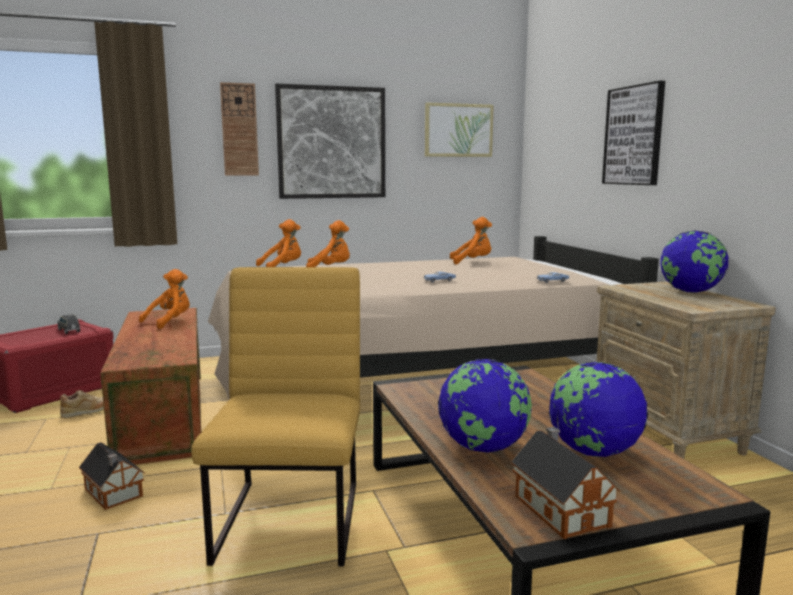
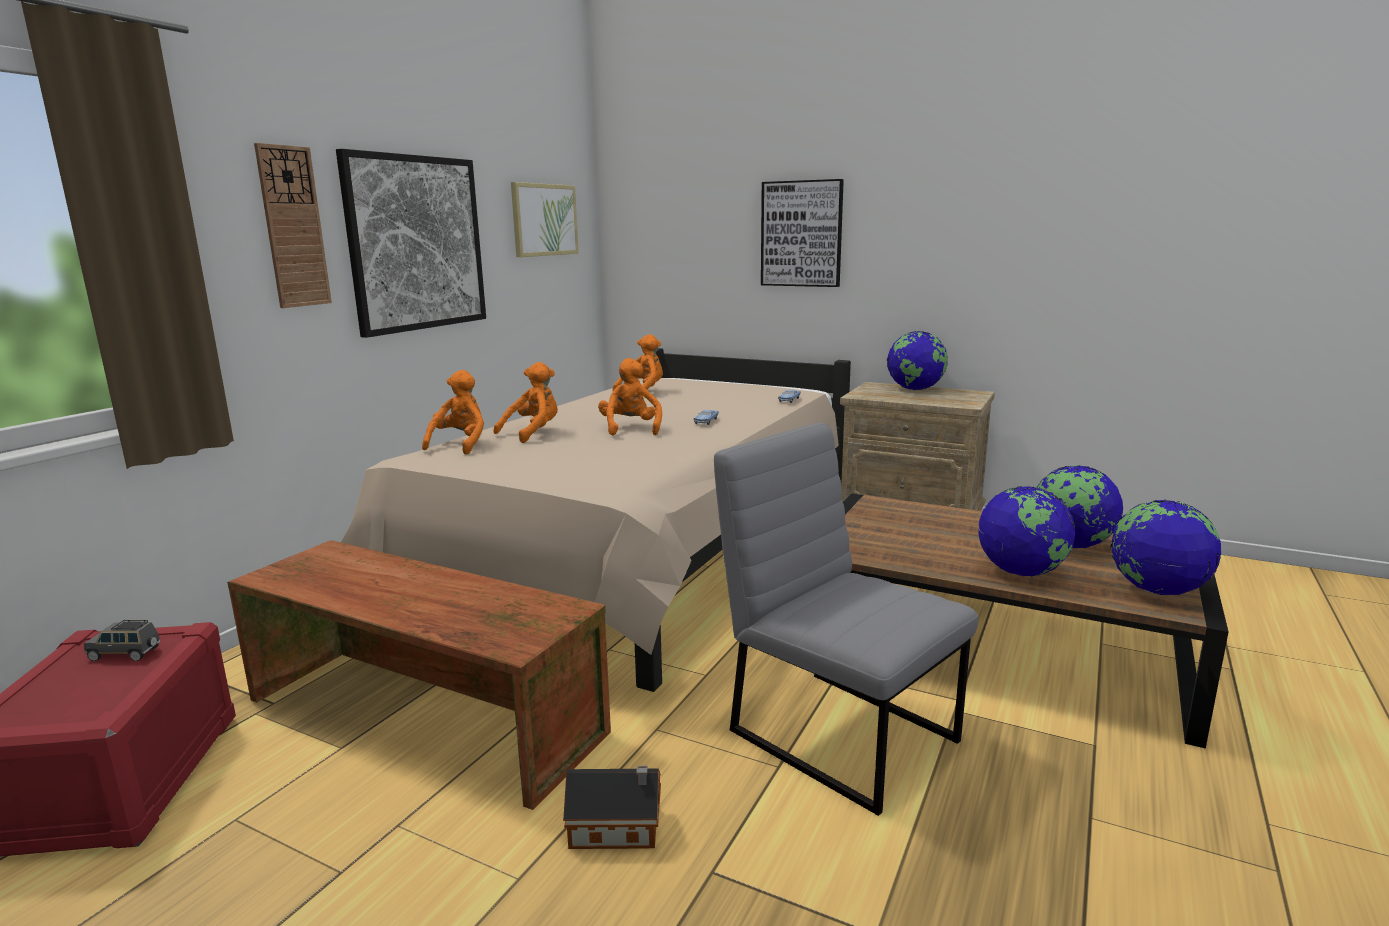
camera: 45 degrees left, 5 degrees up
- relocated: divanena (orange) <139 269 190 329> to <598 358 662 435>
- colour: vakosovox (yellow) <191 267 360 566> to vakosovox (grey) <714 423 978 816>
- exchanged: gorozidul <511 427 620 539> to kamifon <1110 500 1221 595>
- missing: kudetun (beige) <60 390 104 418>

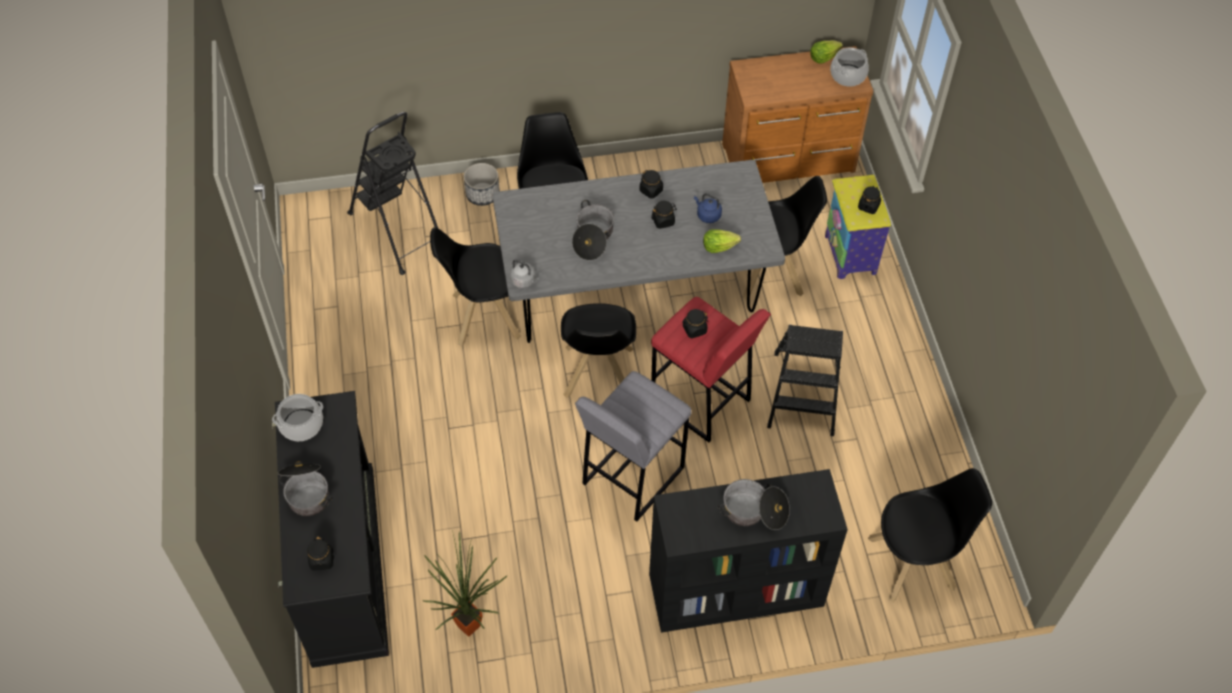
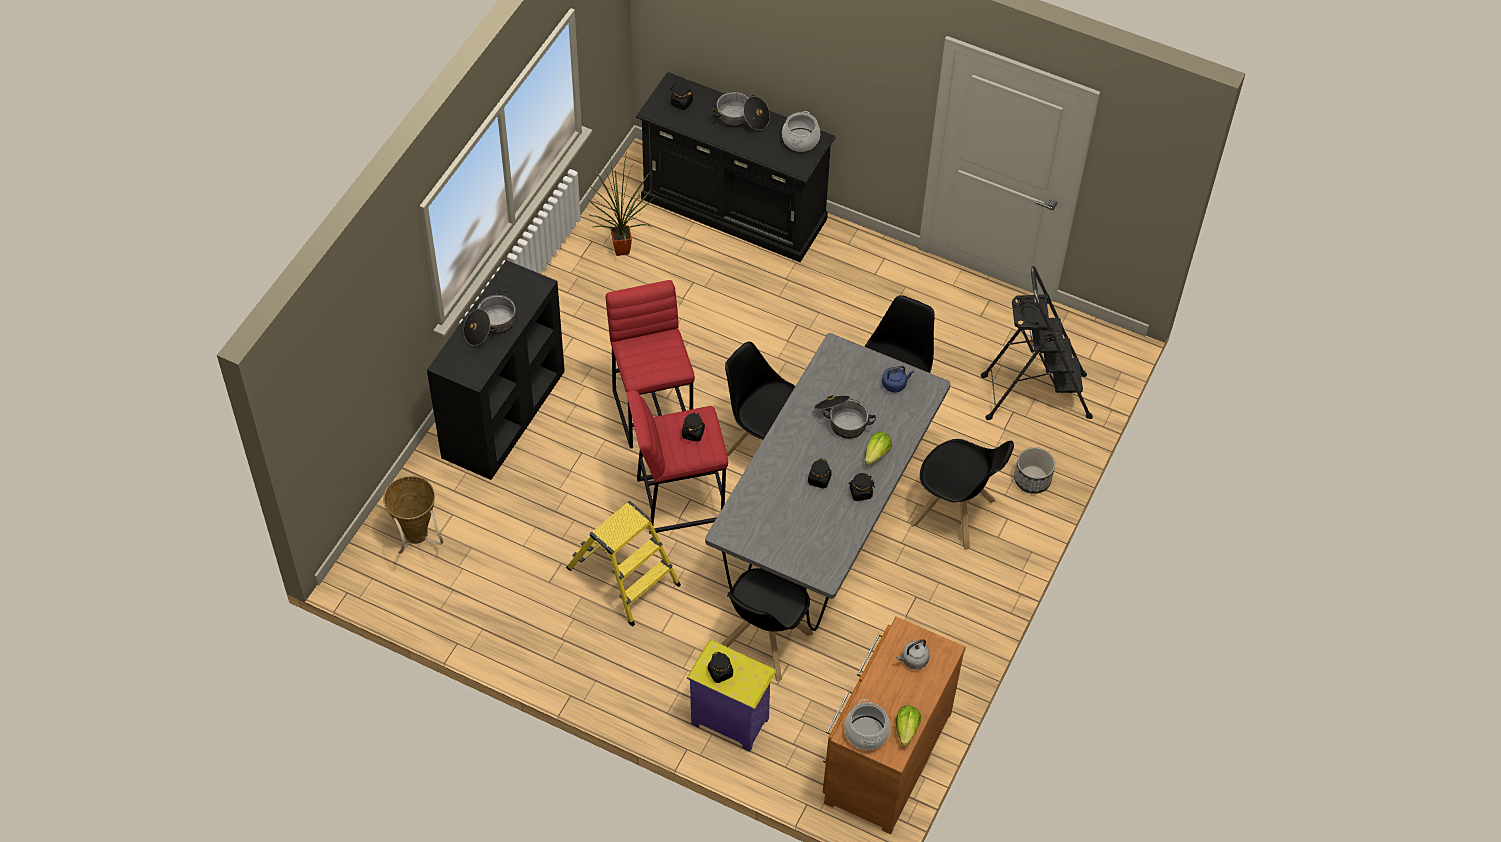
camera: 125 degrees right, 0 degrees up
- exchanged: vakosovox (black) <868 468 992 602> to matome <383 476 443 554>
- colour: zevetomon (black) <767 324 843 436> to zevetomon (yellow) <566 500 681 626>
- colour: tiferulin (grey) <575 371 692 522> to tiferulin (red) <606 280 695 449>
- relocated: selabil <703 229 741 253> to <865 432 892 465>
- relocated: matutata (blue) <694 193 722 223> to <882 366 914 392>
- relocated: matutata (grey) <510 260 539 288> to <896 639 930 669>

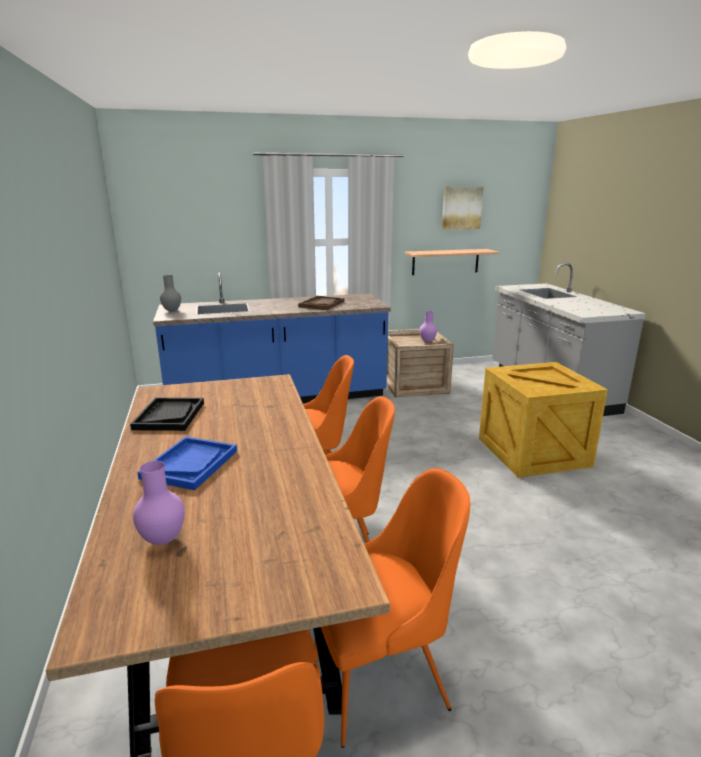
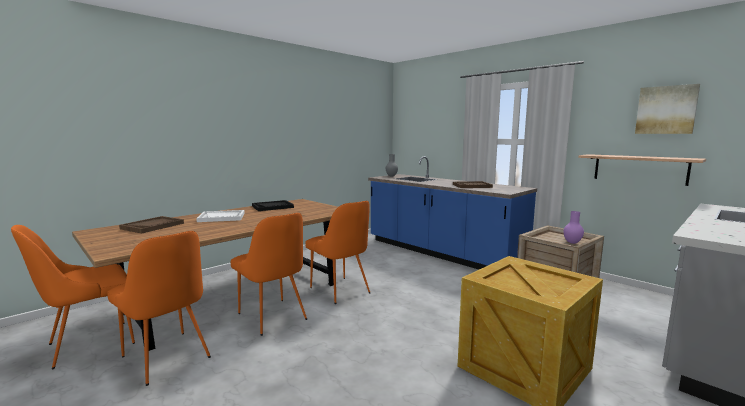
camera: 60 degrees right, 10 degrees down
- exchanged: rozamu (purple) <133 461 185 545> to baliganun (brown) <119 216 184 233>
- colour: baliganun (blue) <137 437 237 490> to baliganun (white) <196 210 245 222>

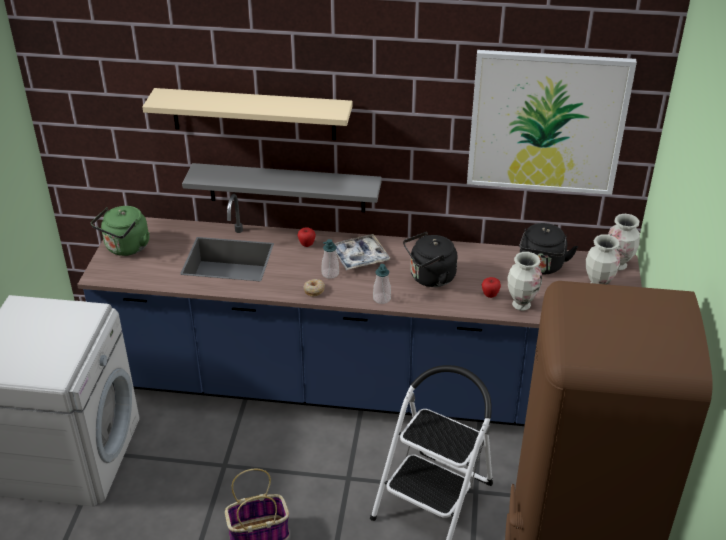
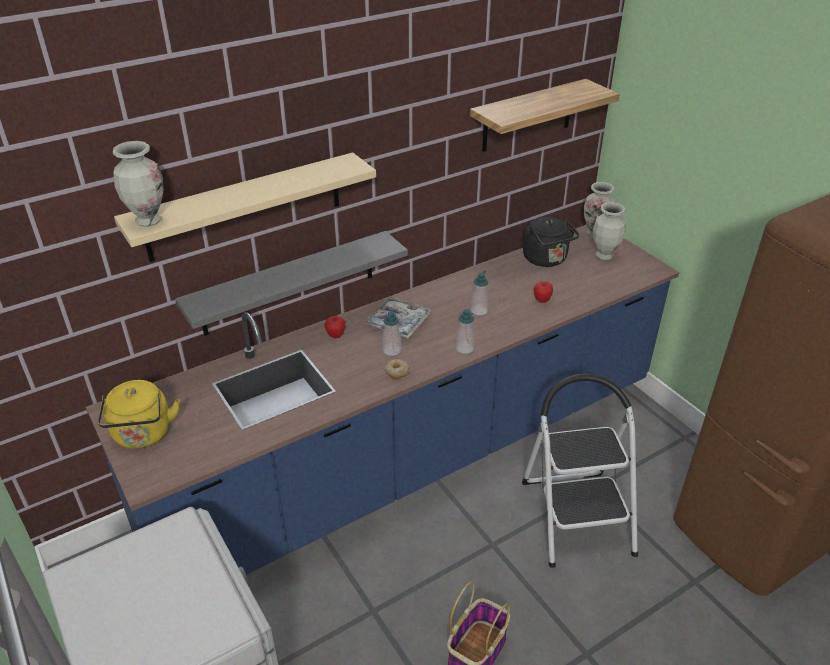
camera: 40 degrees left, 0 degrees up
- colour: matutata (green) <91 206 149 256> to matutata (yellow) <97 380 180 449>
- relocated: rozamu <507 252 542 311> to <113 141 163 227>
- exchanged: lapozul <467 50 637 195> to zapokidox <469 79 620 152>
- exchanged: matutata (black) <403 232 458 287> to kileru <470 270 489 316>

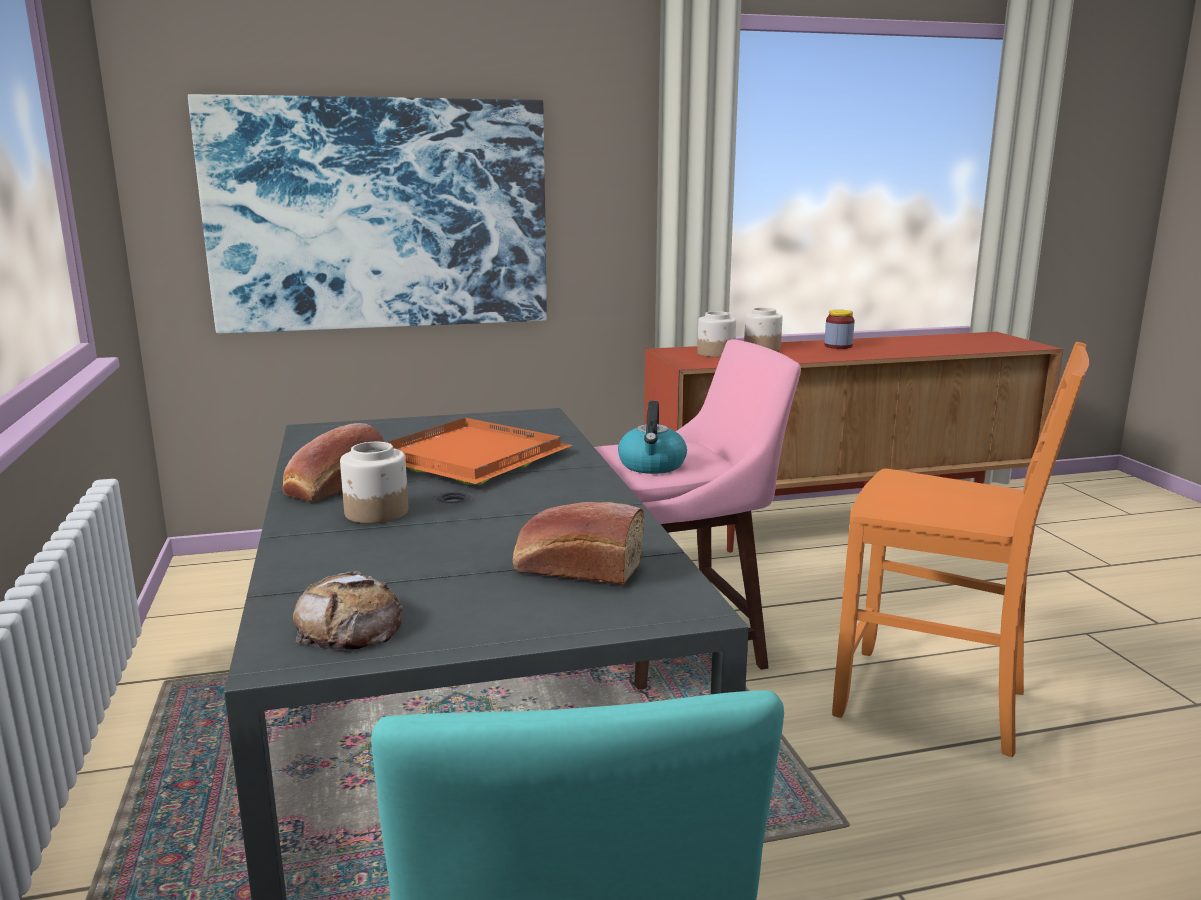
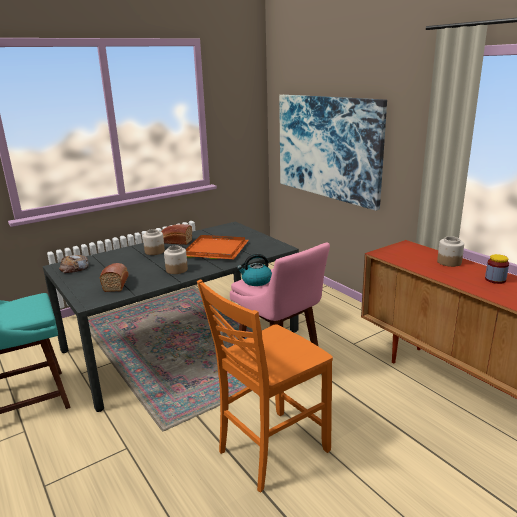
camera: 70 degrees right, 5 degrees up
- relocated: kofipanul <697 311 736 357> to <164 246 188 274>
- spun: vakosovox (orange) <832 342 1089 757> = <197 280 333 492> 45 degrees clockwise

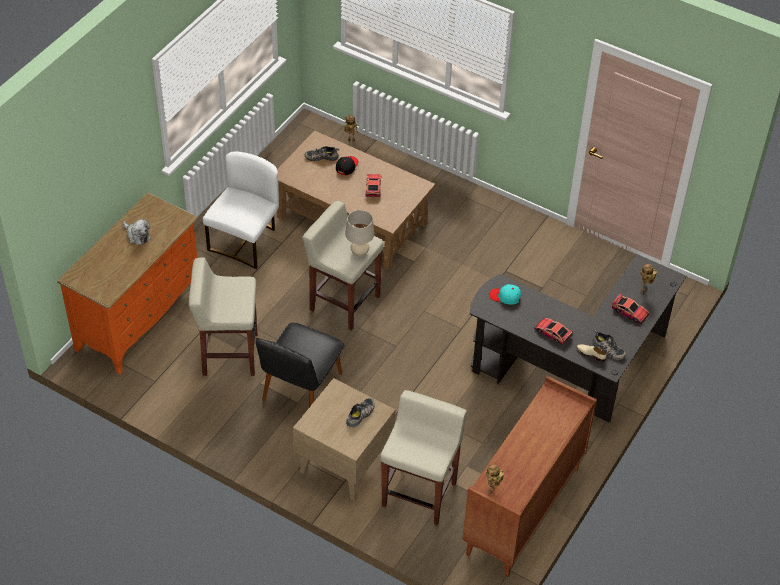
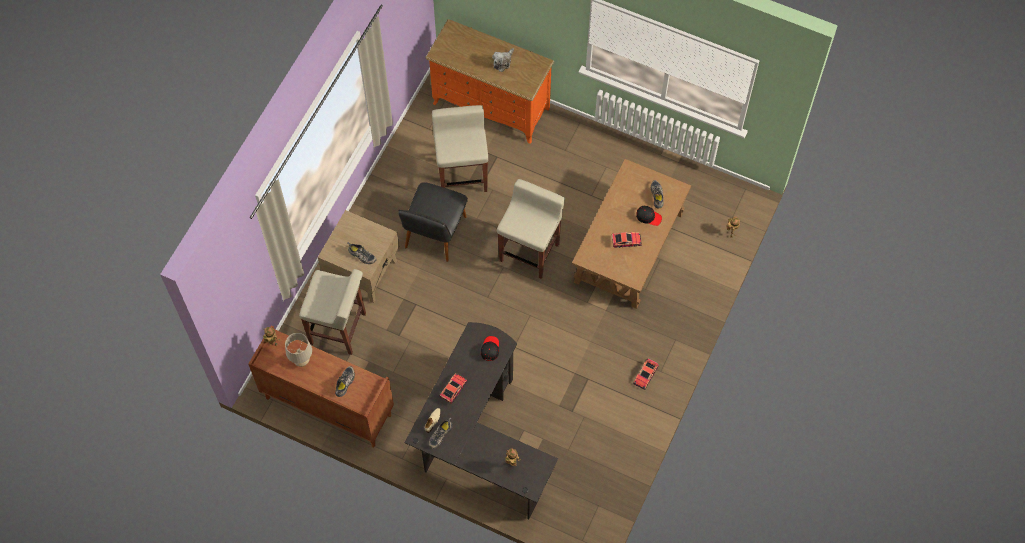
camera: 85 degrees right, 15 degrees up
- relocated: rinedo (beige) <345 210 375 256> to <285 333 312 367>
- appeared: kudetun <335 366 355 397>
- spun: vakosovox (black) <256 323 344 407> = <398 182 468 262> 90 degrees counterclockwise
- colour: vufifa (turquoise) <490 284 521 305> to vufifa (black) <481 336 499 361>
- relocated: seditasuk <612 294 649 324> to <633 358 659 390>
- missing: vakosovox (white) <203 151 279 269>

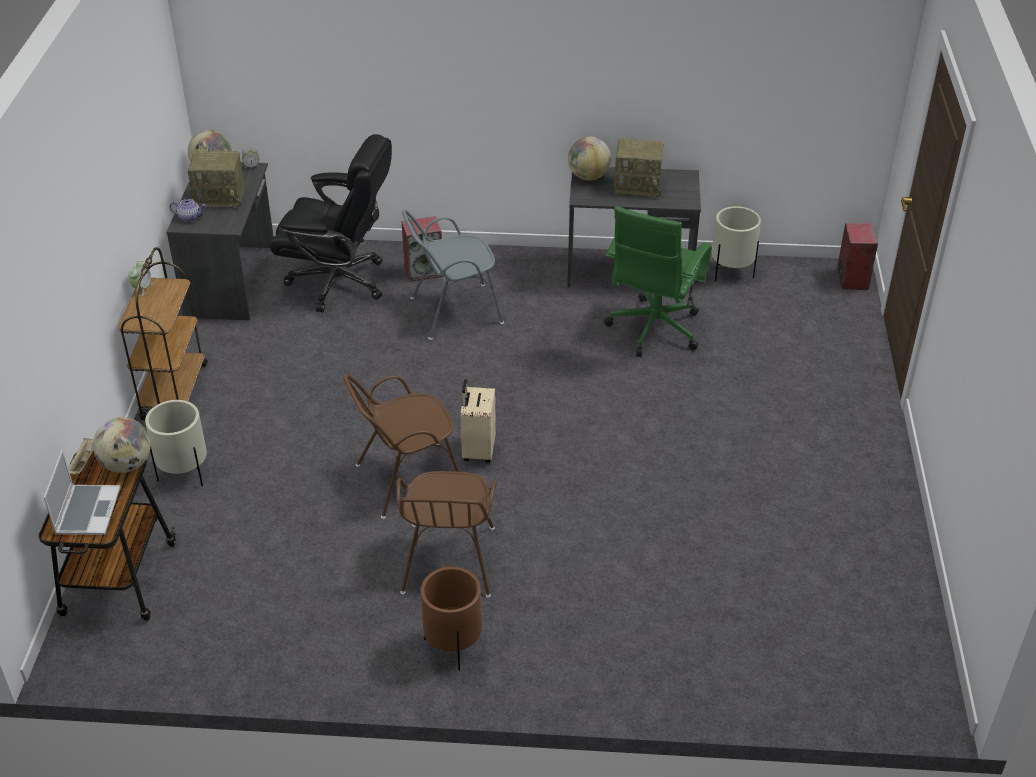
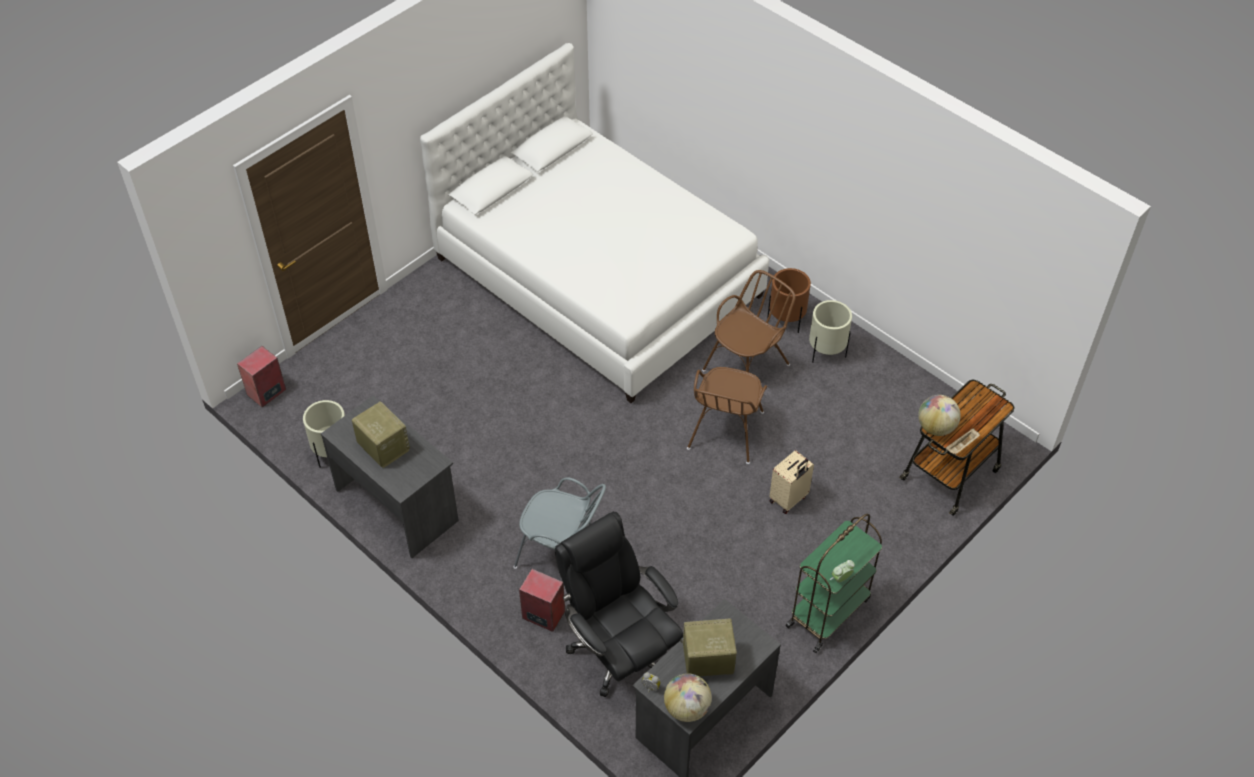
camera: 140 degrees left, 10 degrees up
- appeared: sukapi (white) <420 43 769 403>
- spun: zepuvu <188 151 244 209> = <680 619 737 676> 45 degrees counterclockwise
- spun: vakosovox (brown) <343 374 459 519> = <687 367 767 464> 90 degrees clockwise
- relocated: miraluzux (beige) <460 379 496 463> to <769 450 814 514>
- colour: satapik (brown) <118 247 208 420> to satapik (green) <786 514 882 654>
- relocated: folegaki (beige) <145 400 207 486> to <809 300 852 363>
- missing: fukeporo <44 450 120 535>
- missing: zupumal <170 199 206 222>
- missing: kamifon <568 137 611 180>
- missing: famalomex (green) <604 206 712 357>

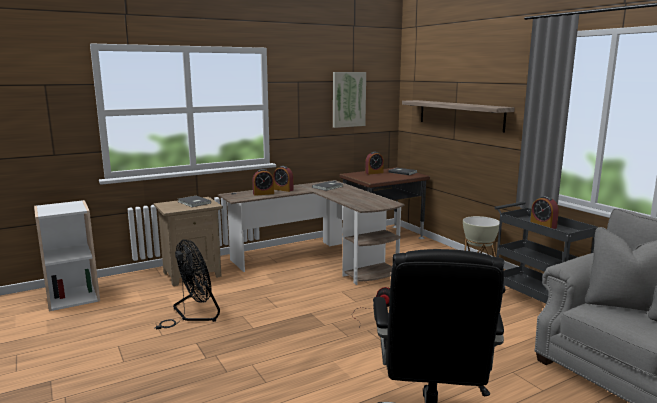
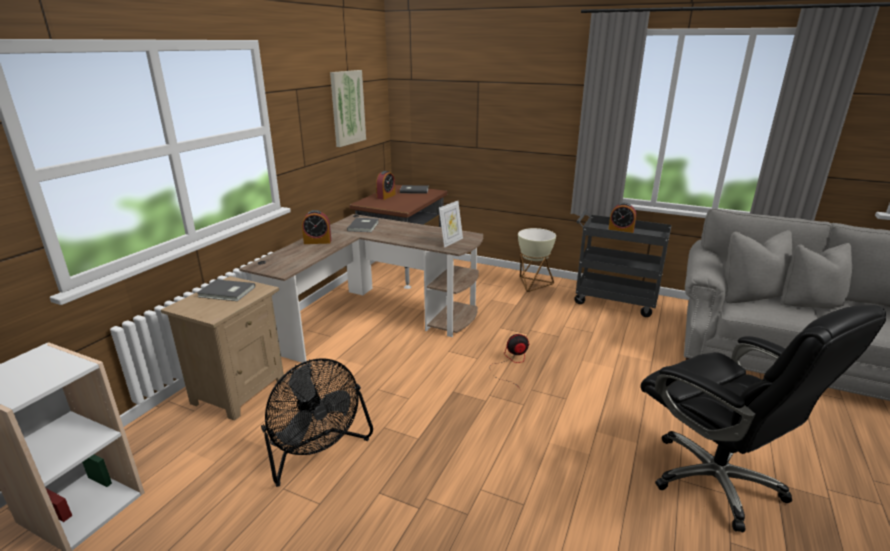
camera: 35 degrees left, 10 degrees up
- spun: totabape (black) <154 240 220 330> = <261 358 373 487> 120 degrees clockwise
- appeared: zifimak <439 201 463 248>
- missing: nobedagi <253 169 274 196>
- missing: zapokidox <402 100 515 133>

